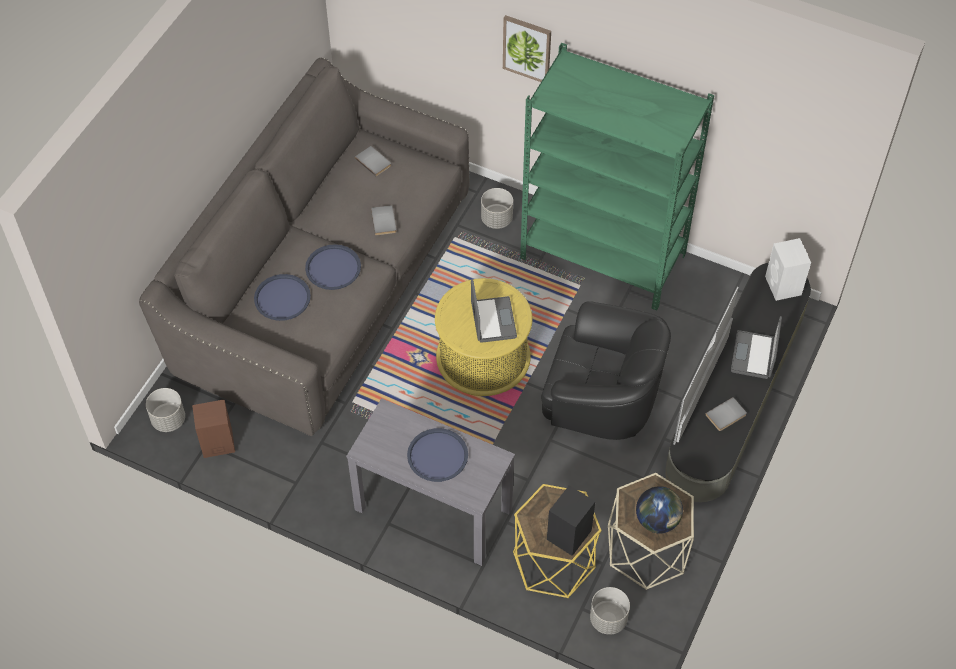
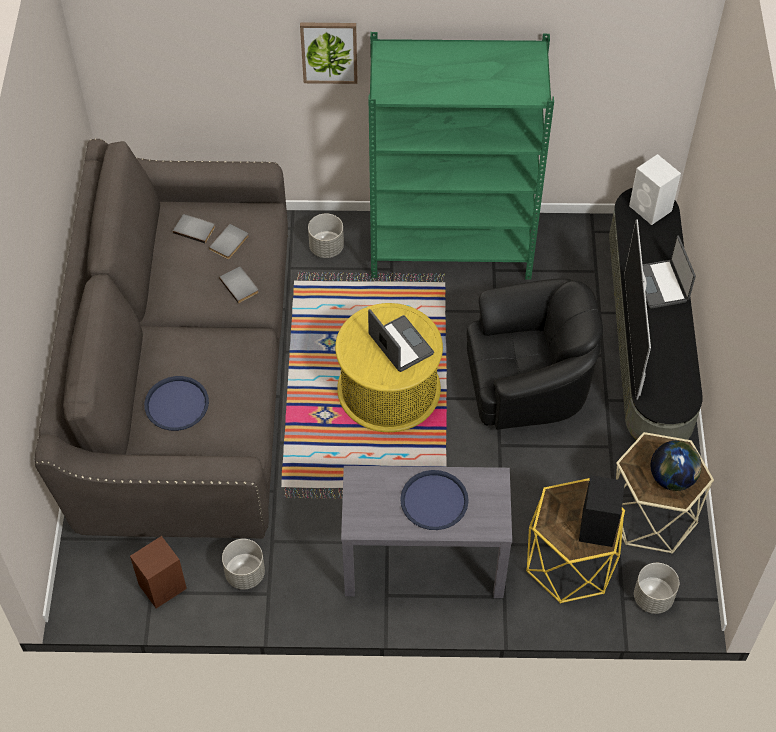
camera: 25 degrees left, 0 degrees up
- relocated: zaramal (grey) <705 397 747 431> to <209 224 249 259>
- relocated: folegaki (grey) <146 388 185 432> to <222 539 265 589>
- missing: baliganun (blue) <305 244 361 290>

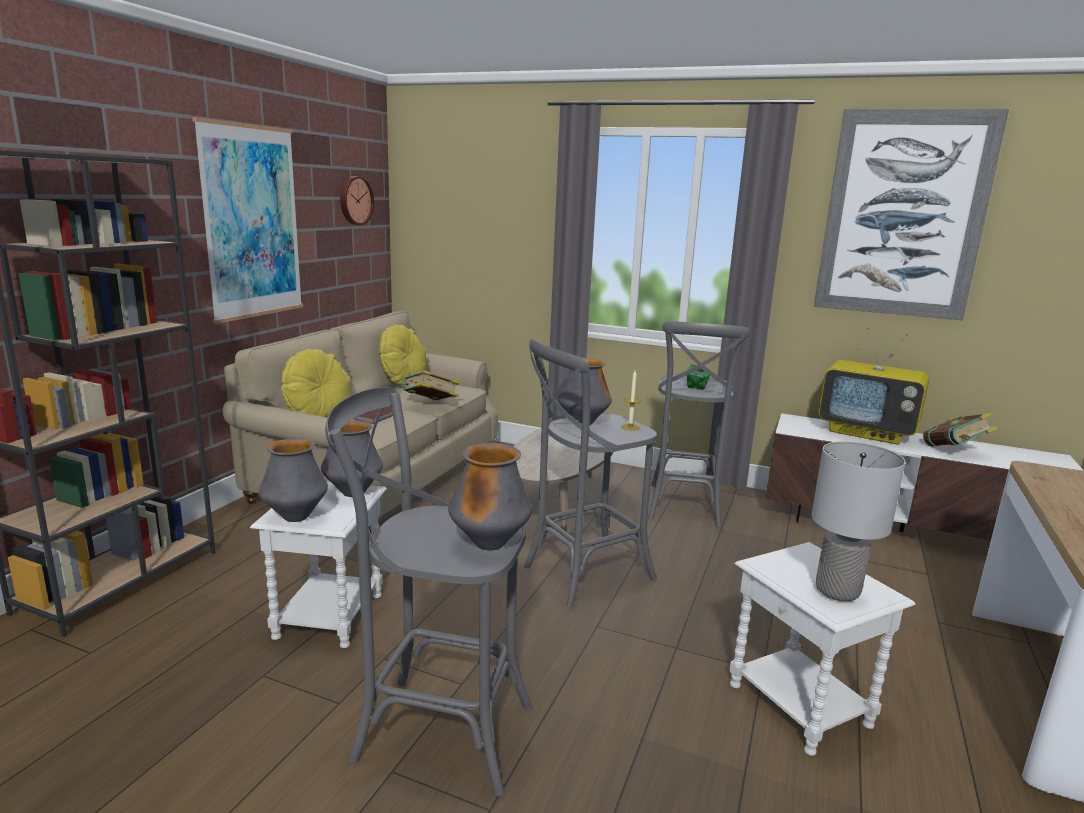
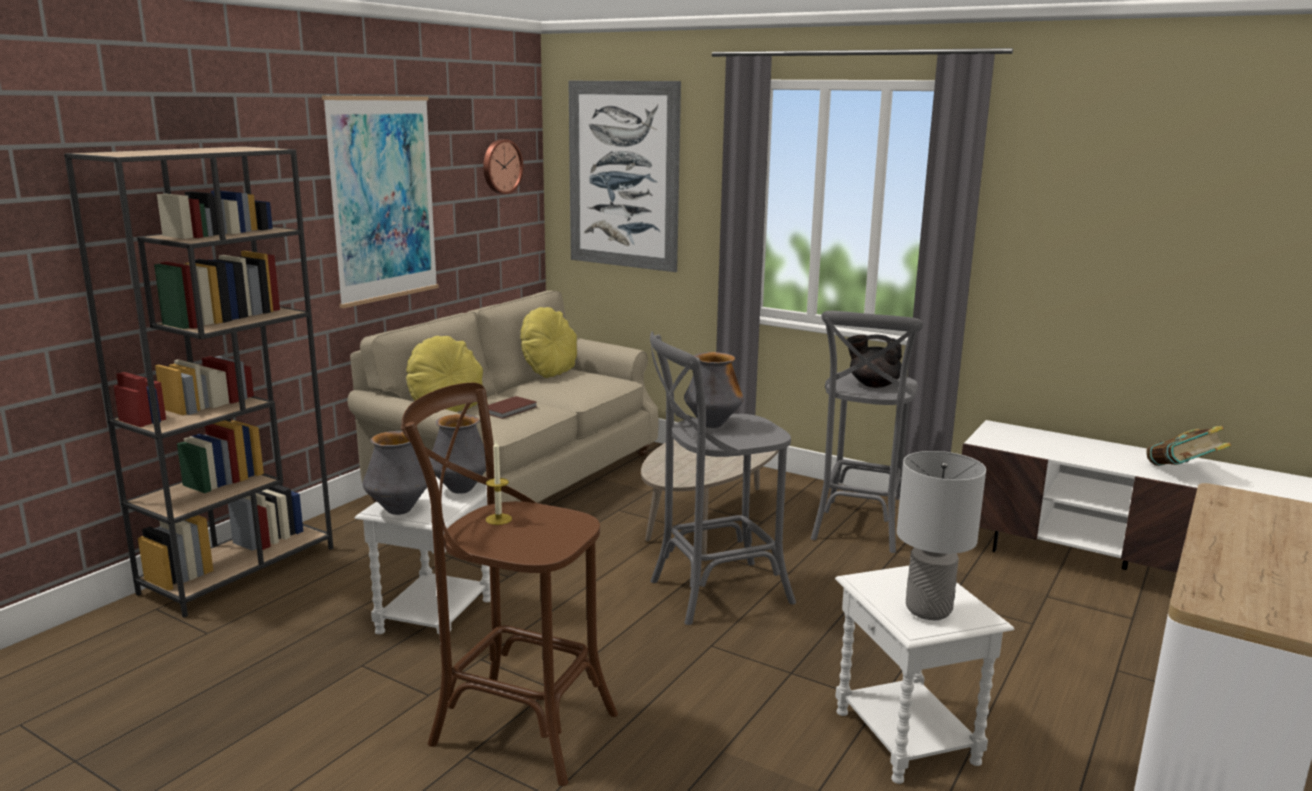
camera: 10 degrees right, 0 degrees up
- colour: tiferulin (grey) <325 387 533 796> to tiferulin (brown) <401 383 618 786>
- relocated: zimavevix <621 371 640 431> to <486 441 512 525>
- relocated: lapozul <814 109 1009 320> to <568 81 681 272>
- exchanged: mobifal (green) <687 364 710 389> to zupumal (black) <847 335 902 388>
- missing: zaramal <400 370 460 400>
- missing: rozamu <448 443 532 550>
- missing: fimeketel <819 327 929 445>

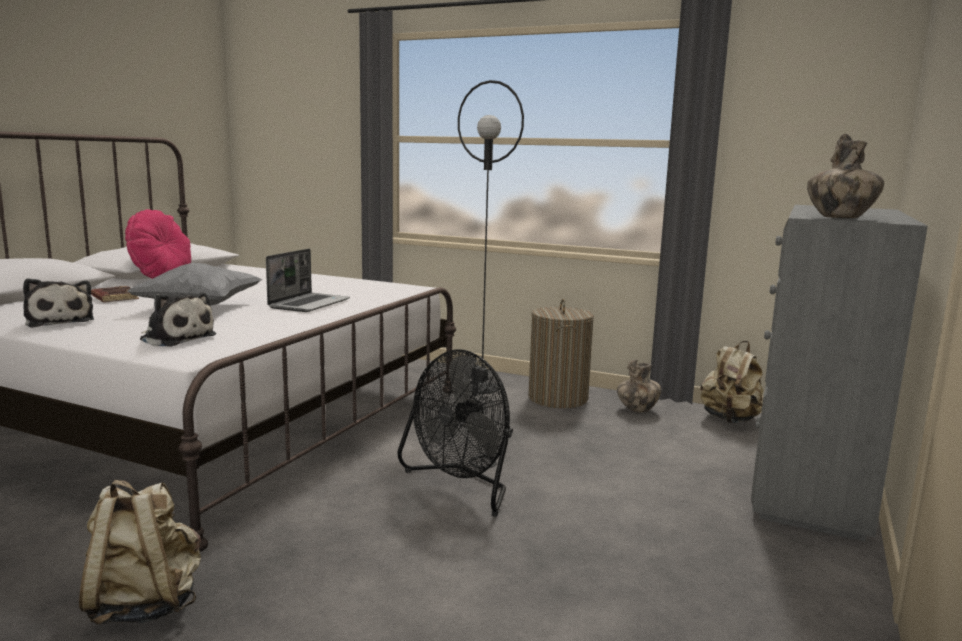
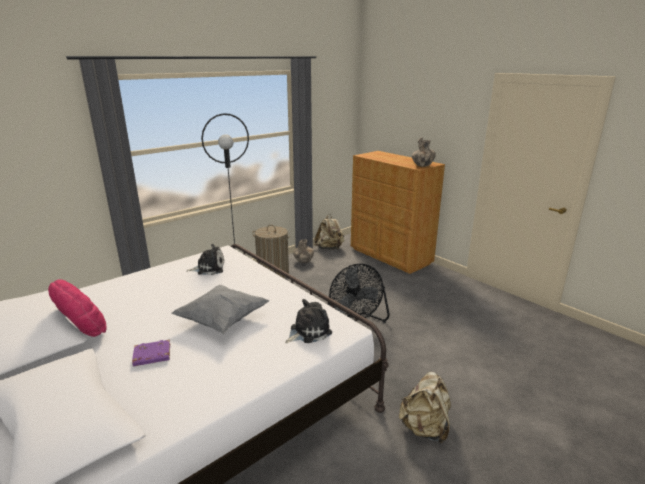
camera: 65 degrees left, 10 degrees up
- colour: zaramal (brown) <91 286 139 302> to zaramal (purple) <132 340 170 366>
- relocated: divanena <23 278 94 328> to <186 244 225 275>
- colour: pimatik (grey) <751 205 928 541> to pimatik (brown) <351 151 445 274>
- missing: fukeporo <266 249 350 312>

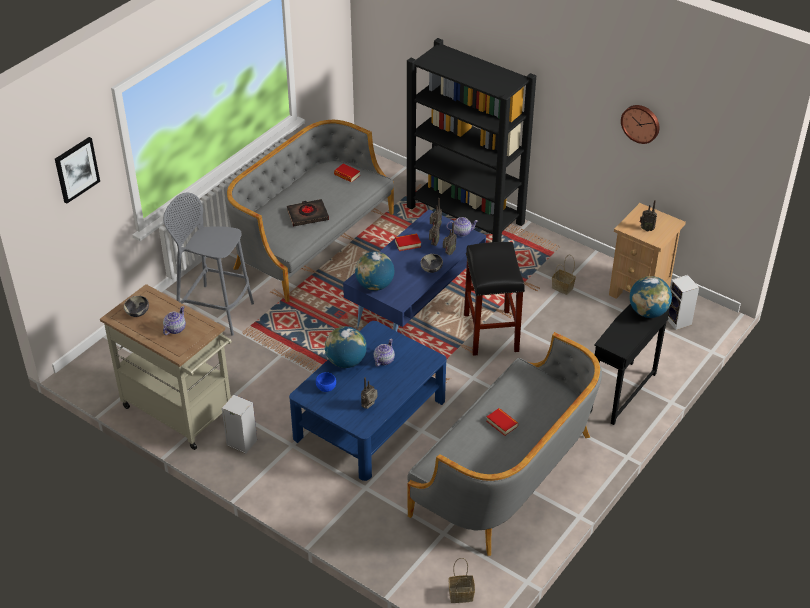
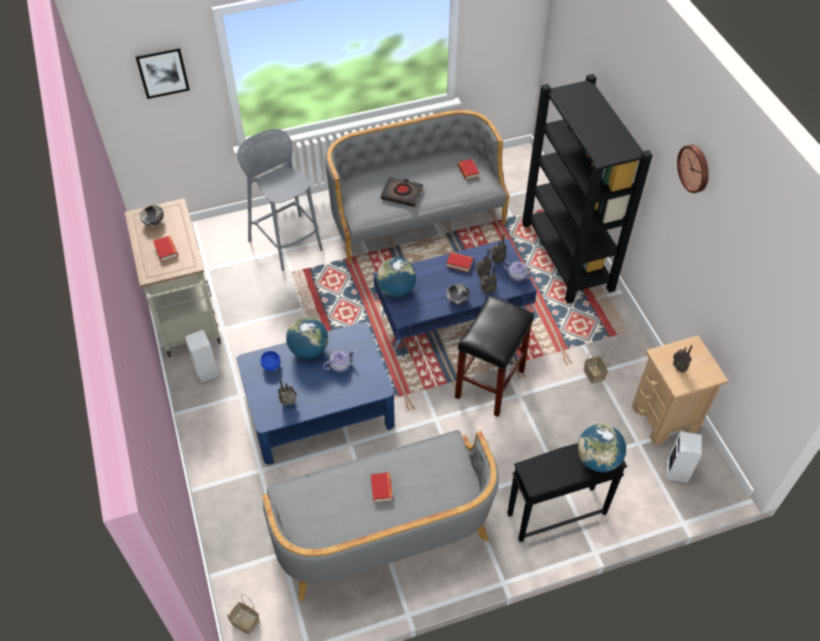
camera: 35 degrees right, 10 degrees up
- exchanged: zupumal <163 306 186 335> to zaramal <153 236 178 262>
- relocated: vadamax <621 105 660 144> to <677 145 709 193>

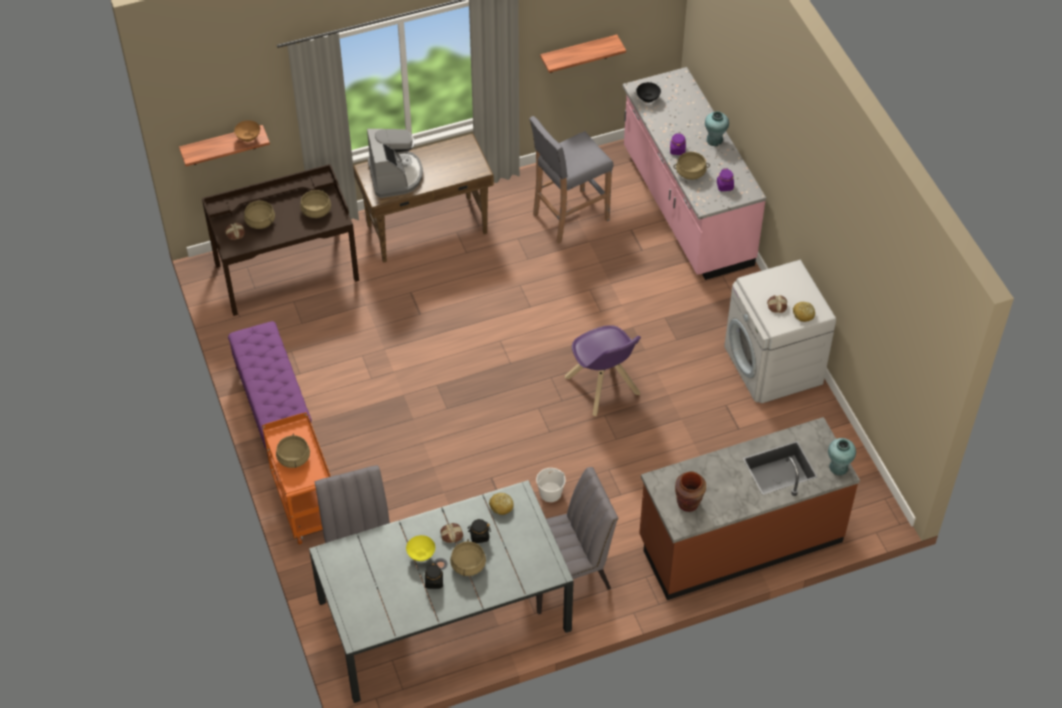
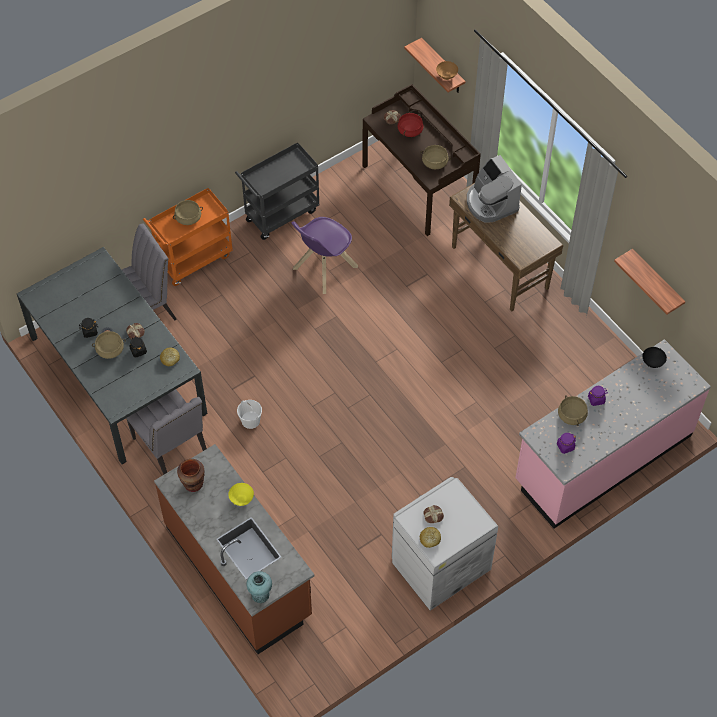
camera: 75 degrees right, 5 degrees up
- relocated: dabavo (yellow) <406 535 435 561> to <228 483 254 506>
- exchanged: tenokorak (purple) <228 321 312 461> to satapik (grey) <235 143 319 240>
- relocated: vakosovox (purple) <565 325 641 416> to <291 217 358 294>
- colour: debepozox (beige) <244 201 275 229> to debepozox (red) <397 113 424 137>
- spun: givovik <367 129 423 198> = <467 155 522 222> 90 degrees clockwise
- missing: tiferulin (grey) <529 116 614 244>
- missing: rozamu (turquoise) <705 111 729 146>

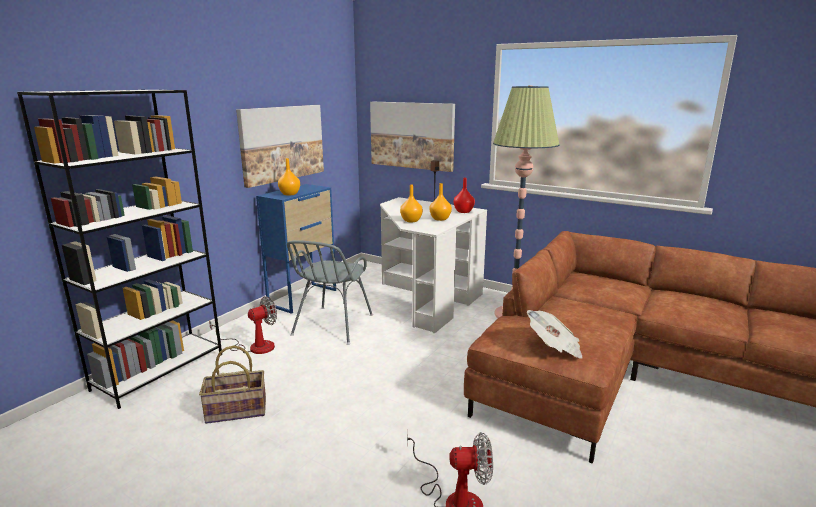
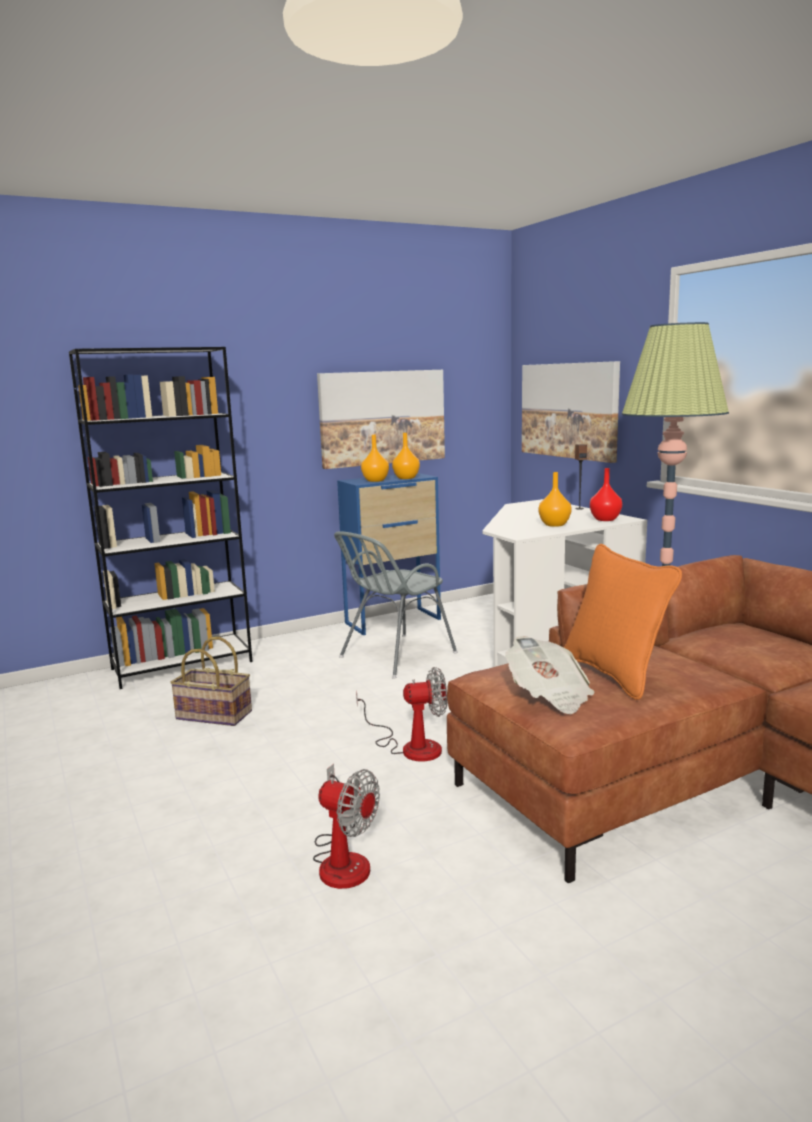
camera: 30 degrees right, 5 degrees down
- relocated: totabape <209 296 277 354> to <356 667 447 762>
- relocated: rozamu (orange) <400 185 423 223> to <392 433 420 479>
- appeared: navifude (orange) <564 544 682 700>

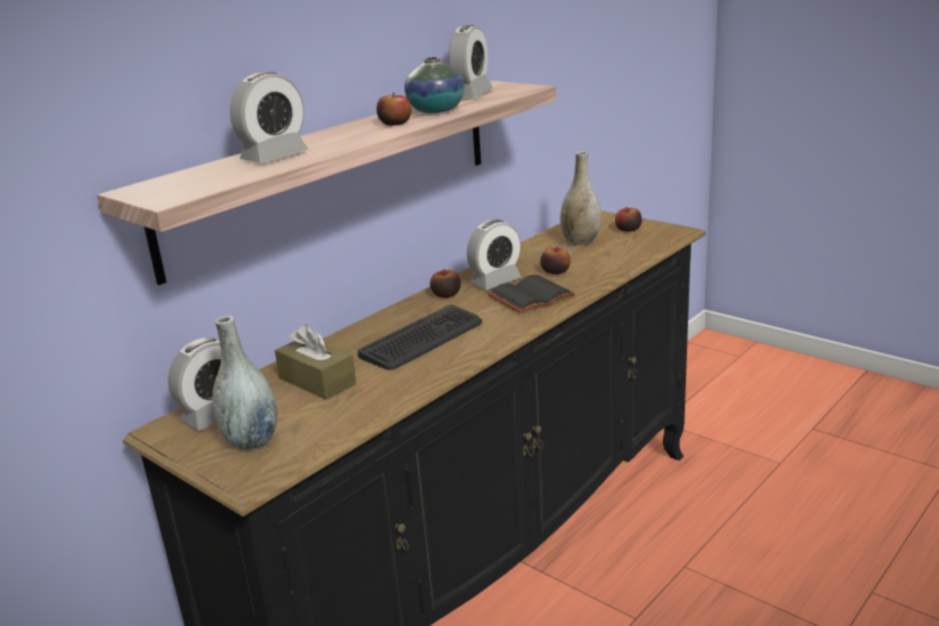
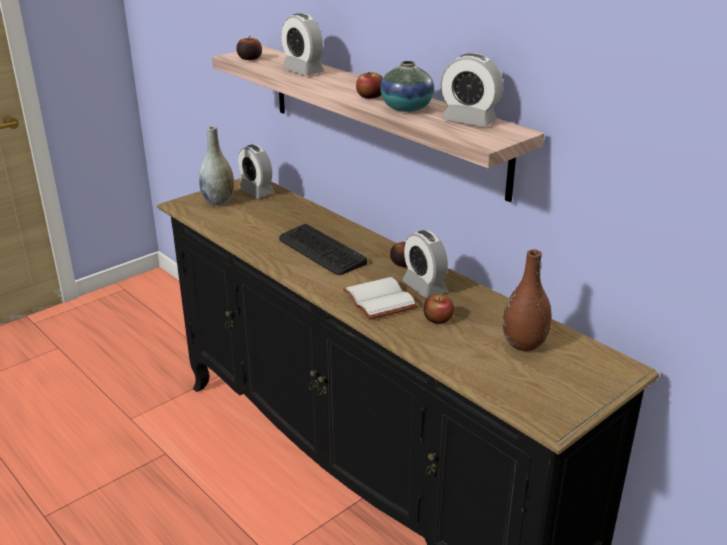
camera: 95 degrees right, 5 degrees up
- relocated: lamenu <615 207 642 232> to <237 36 262 60>
- colour: zaramal (black) <488 275 575 313> to zaramal (white) <343 277 418 320>
- colour: rozamu (grey) <560 151 601 245> to rozamu (brown) <503 250 552 351>
- missing: mobifal (brown) <275 324 356 399>

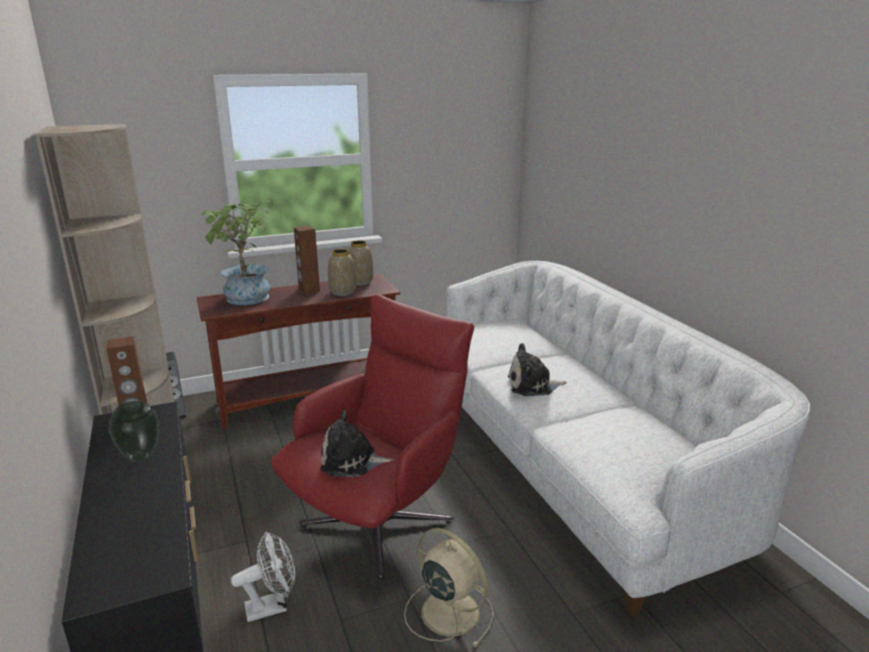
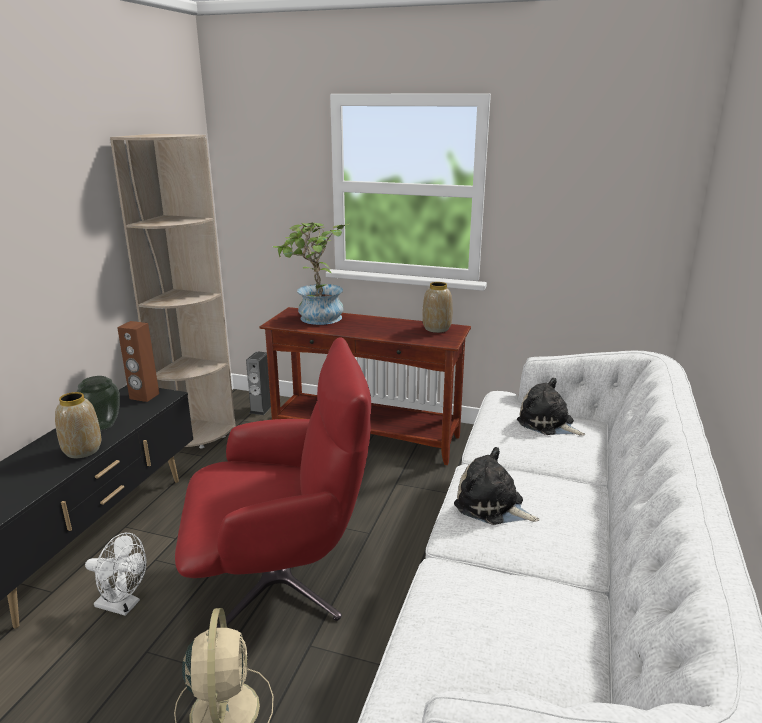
camera: 40 degrees right, 0 degrees up
- relocated: rozamu <328 249 356 296> to <55 392 101 458>
- relocated: divanena <320 411 394 476> to <517 378 585 436>
- missing: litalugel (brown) <294 225 320 295>

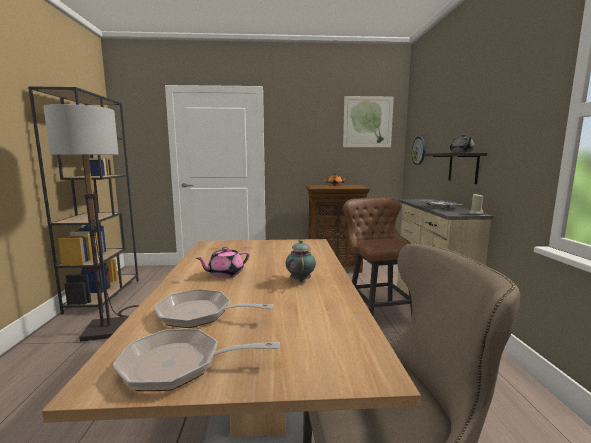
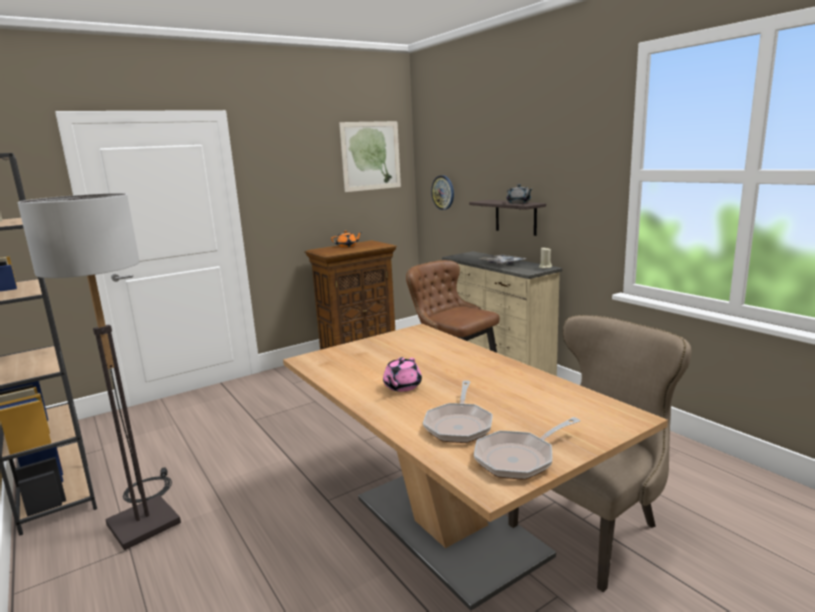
camera: 30 degrees left, 5 degrees up
- spun: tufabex <154 289 274 328> = <423 380 493 443> 60 degrees counterclockwise
- missing: zupumal <286 240 316 282>

